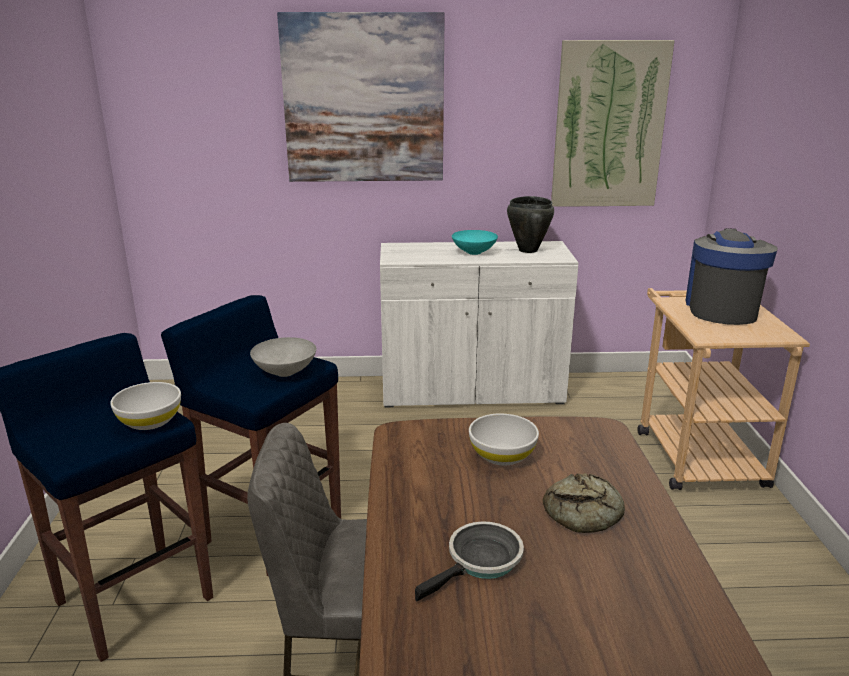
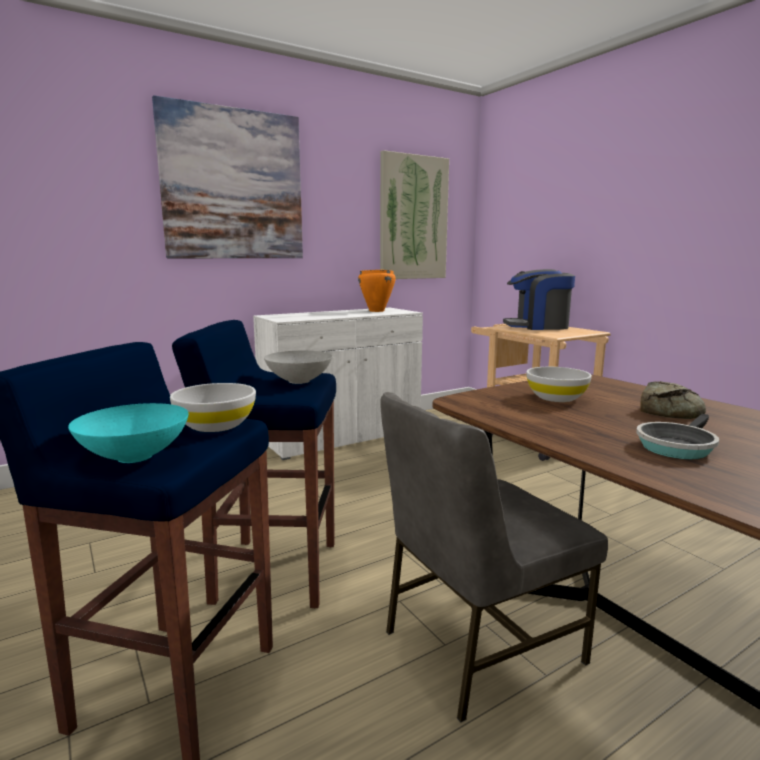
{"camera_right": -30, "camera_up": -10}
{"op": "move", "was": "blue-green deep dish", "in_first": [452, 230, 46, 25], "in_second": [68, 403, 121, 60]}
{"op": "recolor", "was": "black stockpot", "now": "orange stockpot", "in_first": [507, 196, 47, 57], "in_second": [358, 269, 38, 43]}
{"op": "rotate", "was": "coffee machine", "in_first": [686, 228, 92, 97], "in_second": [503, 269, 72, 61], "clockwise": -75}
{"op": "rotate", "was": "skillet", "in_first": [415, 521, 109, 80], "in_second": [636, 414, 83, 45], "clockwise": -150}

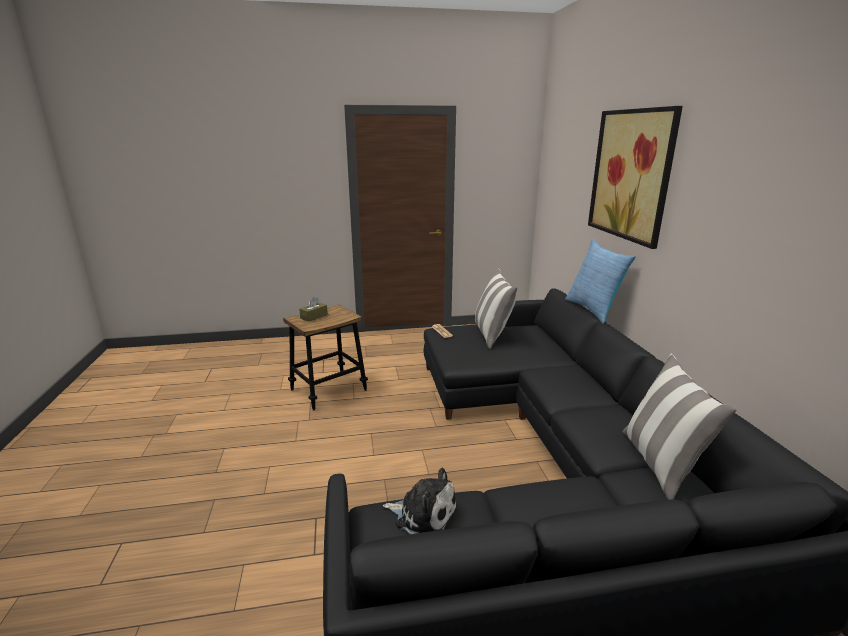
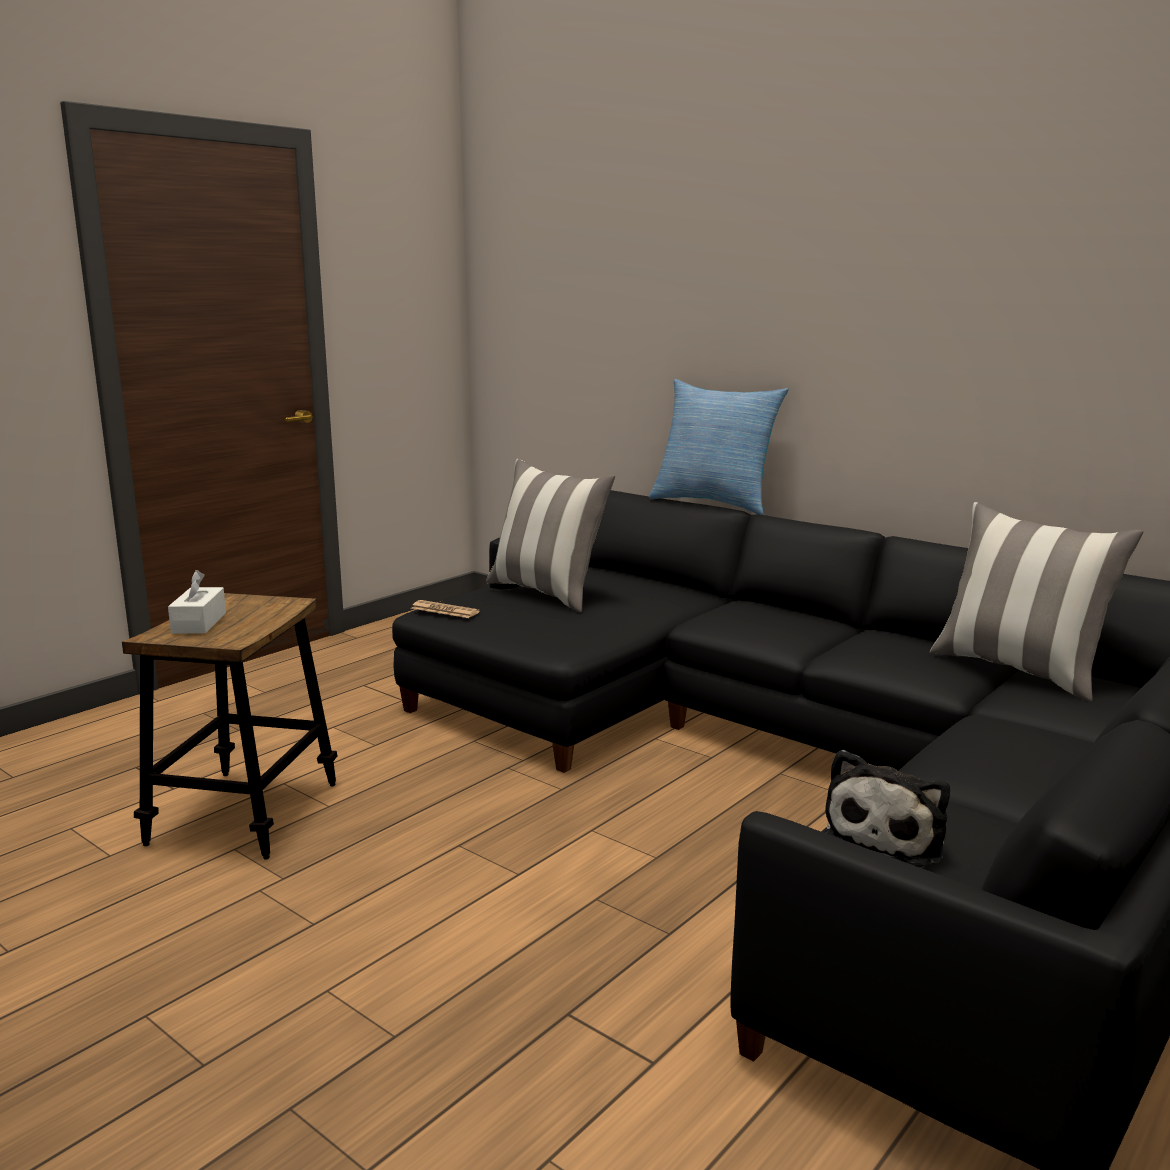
{"camera_right": -40, "camera_up": -5}
{"op": "recolor", "was": "brownish box of tissues", "now": "white box of tissues", "in_first": [299, 297, 29, 25], "in_second": [168, 570, 58, 64]}
{"op": "rotate", "was": "soft toy", "in_first": [383, 468, 75, 66], "in_second": [824, 750, 126, 117], "clockwise": 135}
{"op": "delete", "was": "wall picture", "in_first": [588, 106, 95, 143]}

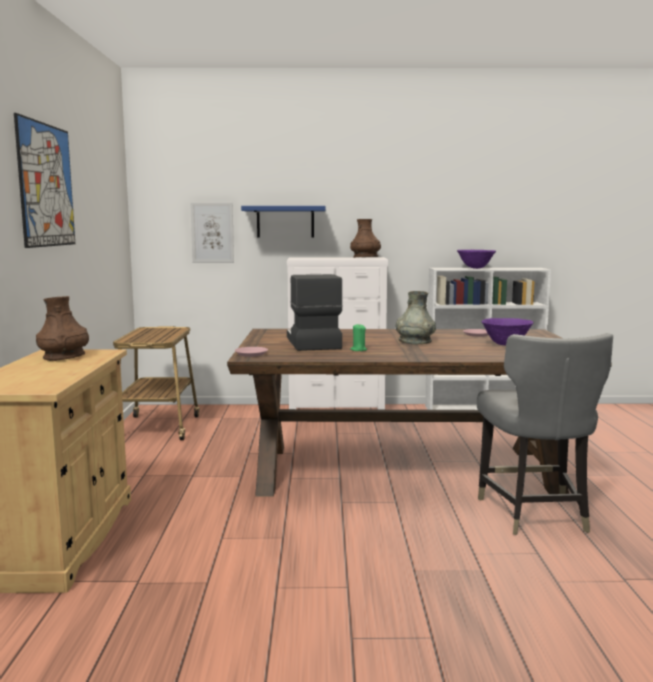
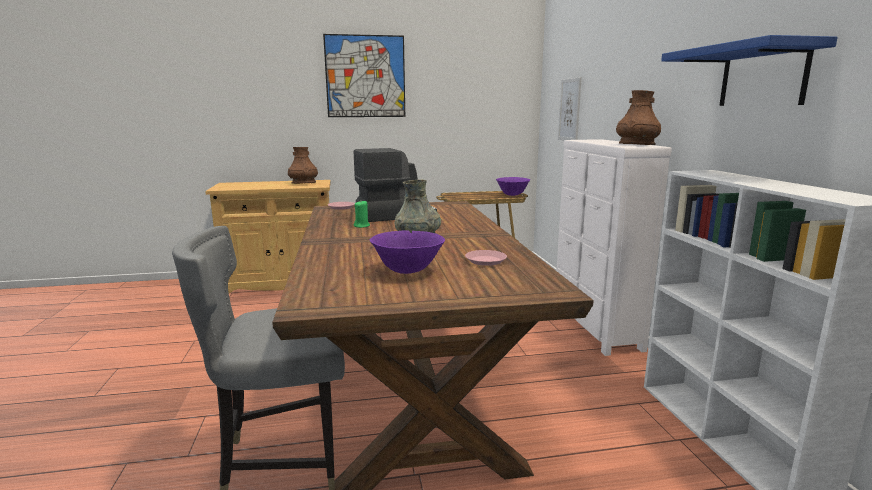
{"camera_right": 80, "camera_up": 5}
{"op": "move", "was": "purple-coloured deep dish", "in_first": [457, 250, 39, 19], "in_second": [496, 177, 34, 19]}
{"op": "move", "was": "bluish bracket shelf", "in_first": [241, 206, 85, 31], "in_second": [661, 35, 177, 71]}

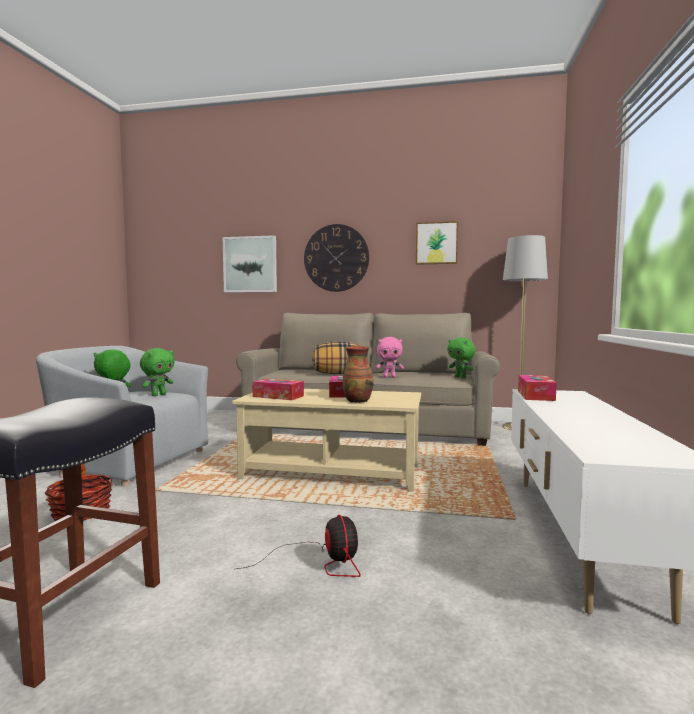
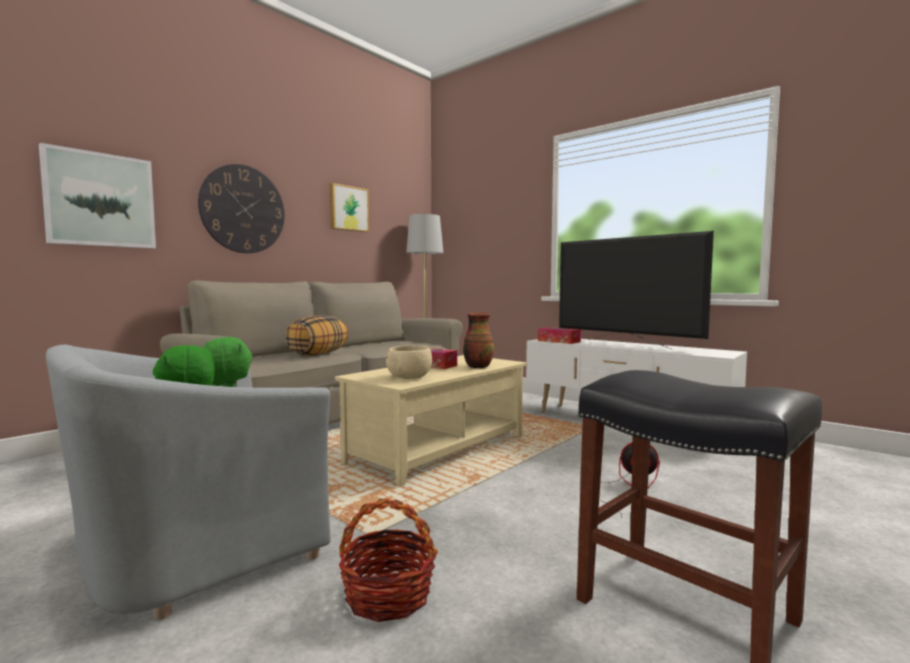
{"camera_right": -60, "camera_up": 0}
{"op": "replace", "was": "box of tissues", "now": "beige deep dish", "in_first": [252, 379, 52, 21], "in_second": [386, 346, 46, 33]}
{"op": "insert", "now": "TV", "in_second": [559, 231, 155, 118]}
{"op": "delete", "was": "pinkish soft toy", "in_first": [375, 337, 29, 41]}
{"op": "delete", "was": "green-coloured soft toy", "in_first": [447, 337, 29, 41]}

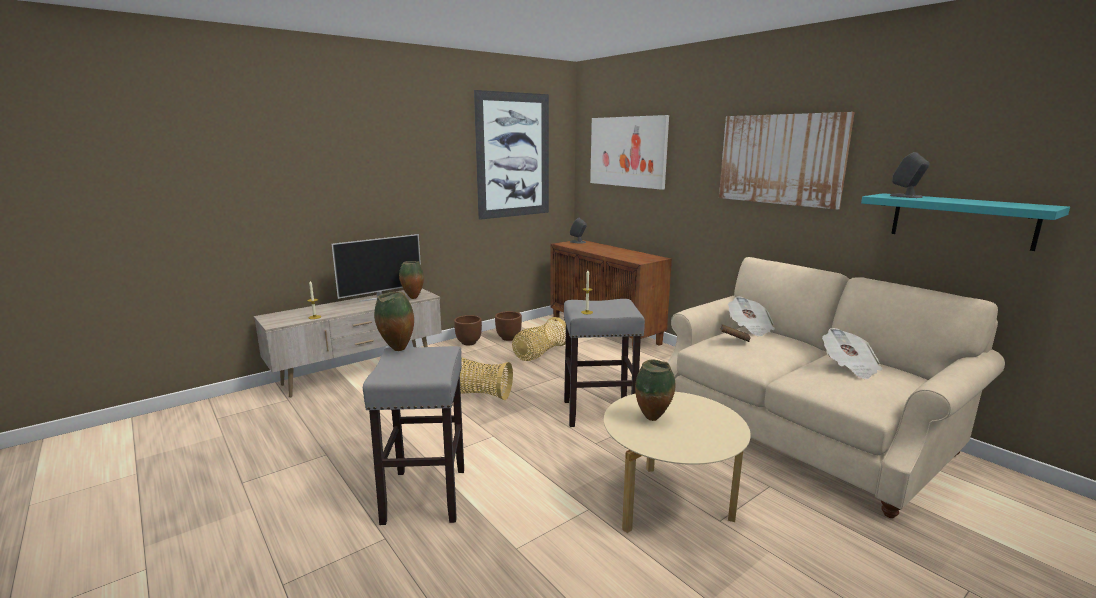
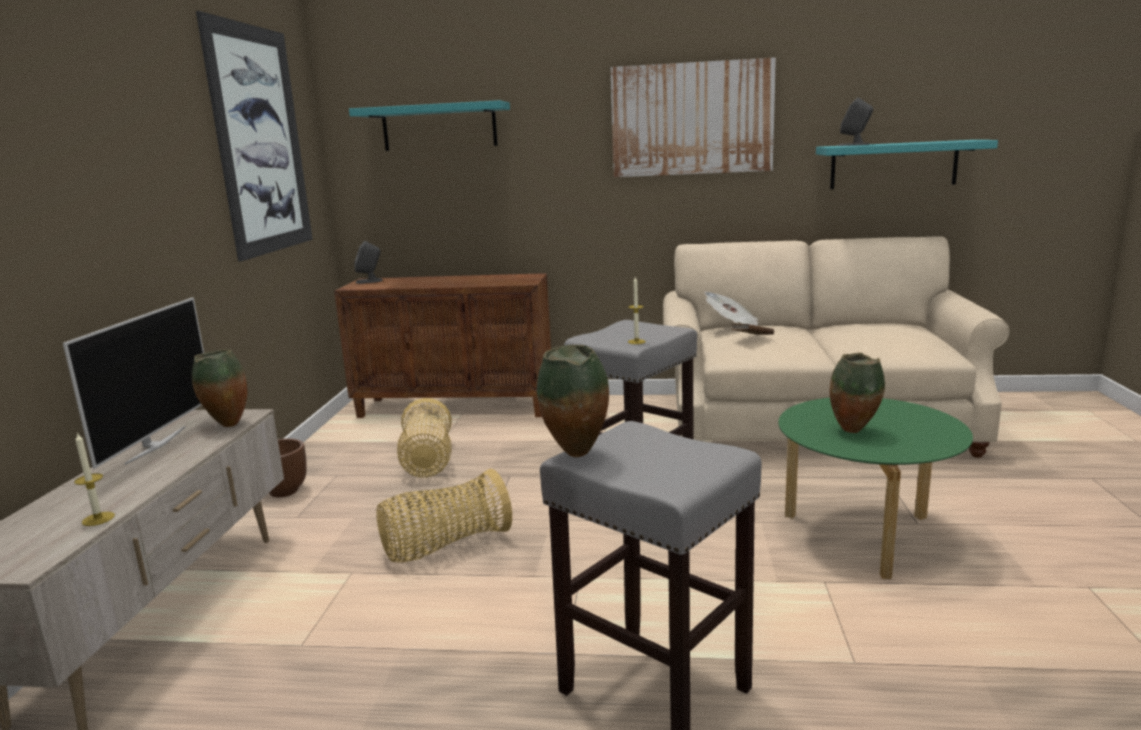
{"camera_right": -45, "camera_up": 0}
{"op": "replace", "was": "wall picture", "now": "blue-green bracket shelf", "in_first": [590, 115, 79, 75], "in_second": [349, 100, 161, 51]}
{"op": "recolor", "was": "beige low table", "now": "green-coloured low table", "in_first": [604, 392, 147, 141], "in_second": [778, 398, 195, 181]}
{"op": "delete", "was": "brownish flower pot", "in_first": [495, 311, 27, 30]}
{"op": "delete", "was": "newspaper", "in_first": [822, 328, 60, 51]}

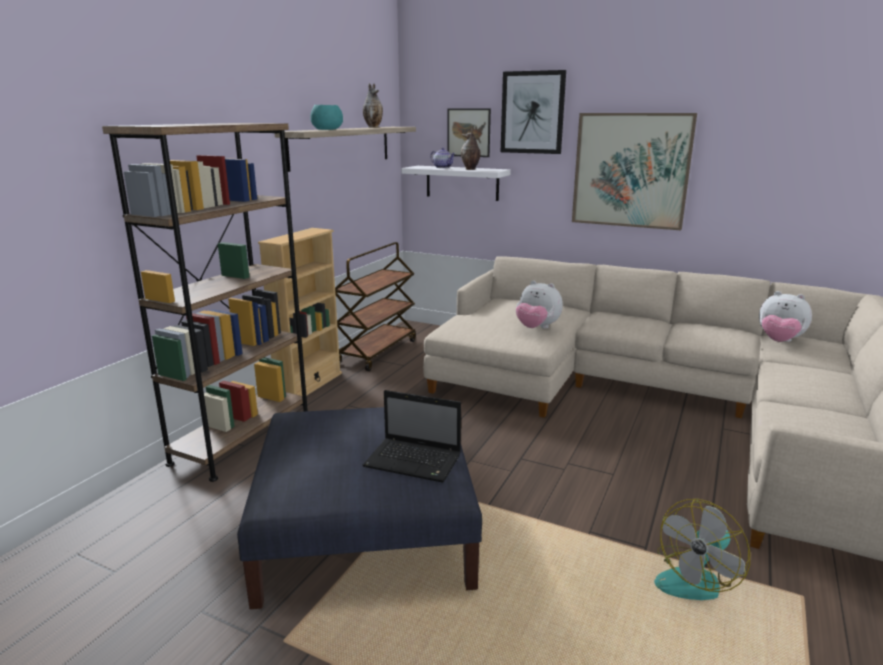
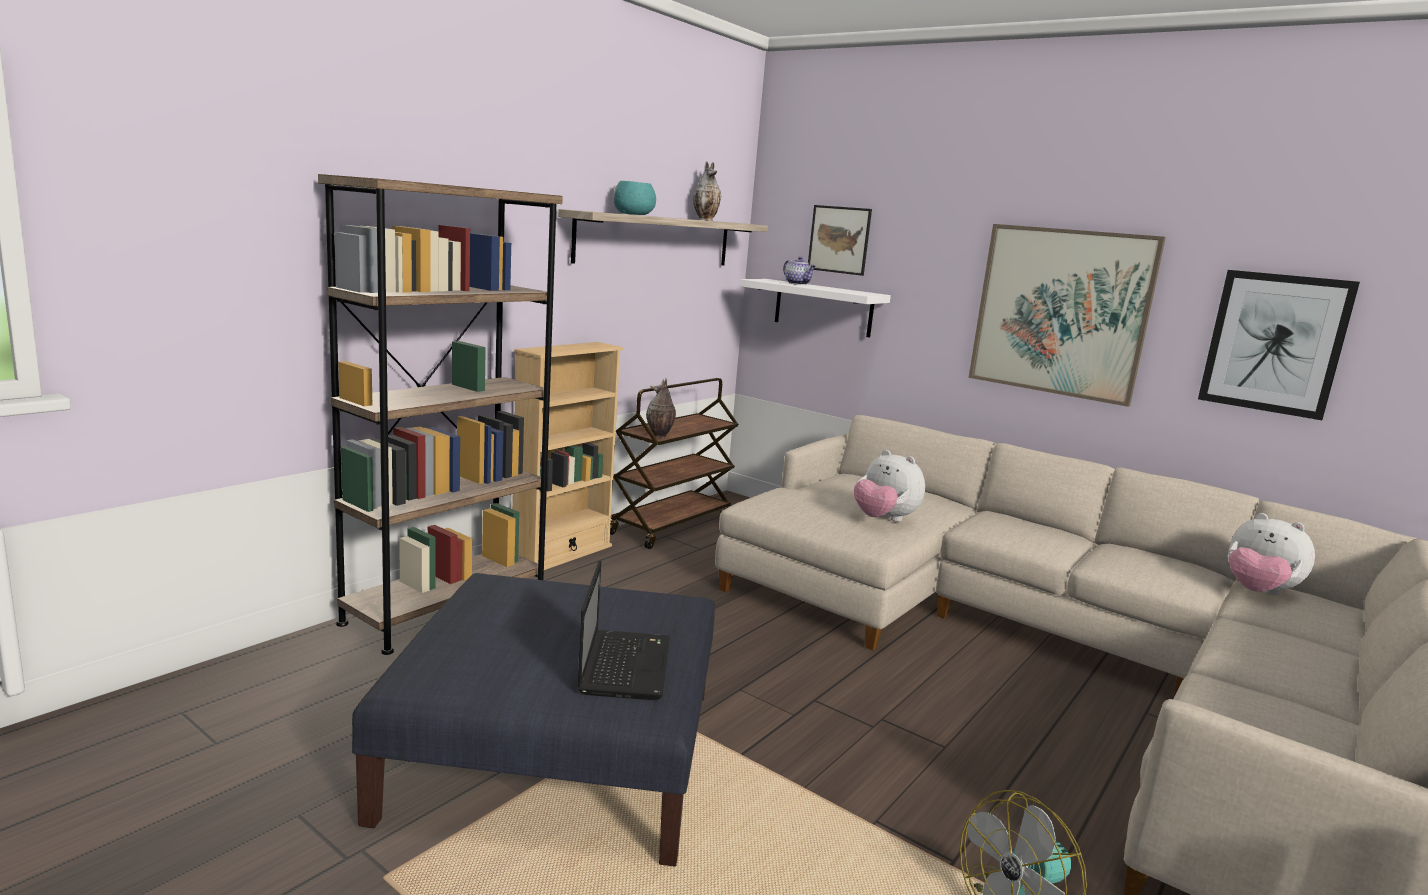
{"camera_right": 10, "camera_up": -5}
{"op": "rotate", "was": "laptop", "in_first": [363, 390, 98, 93], "in_second": [578, 560, 92, 140], "clockwise": -120}
{"op": "move", "was": "decorative vase", "in_first": [461, 128, 20, 42], "in_second": [647, 378, 29, 60]}
{"op": "move", "was": "wall picture", "in_first": [501, 70, 65, 84], "in_second": [1198, 270, 162, 150]}

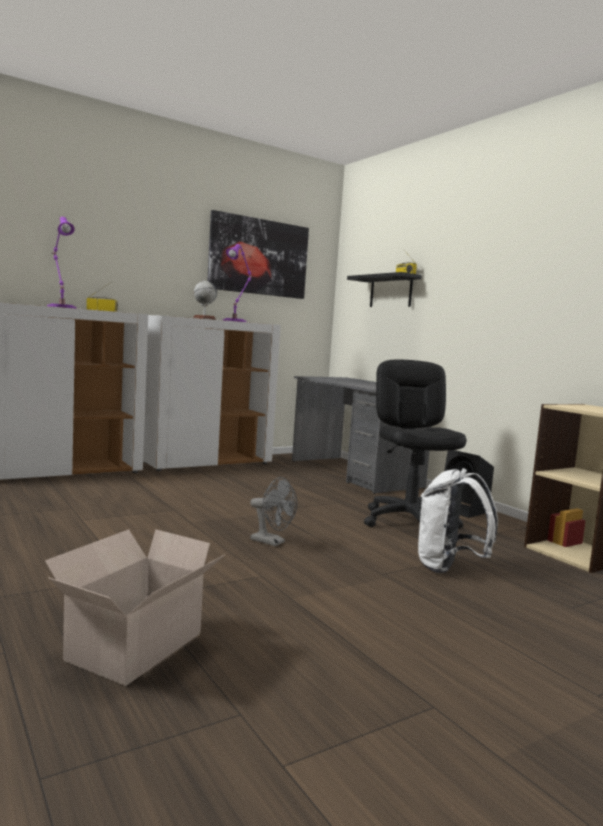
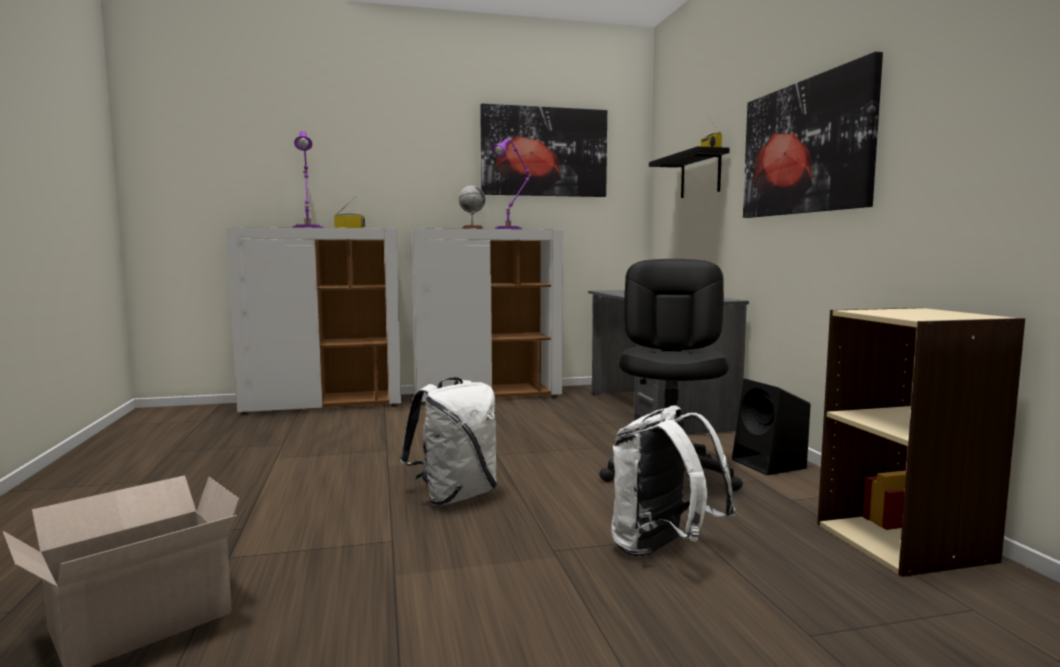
{"camera_right": 20, "camera_up": 0}
{"op": "replace", "was": "grey fan", "now": "white backpack", "in_first": [250, 477, 47, 70], "in_second": [400, 377, 97, 129]}
{"op": "insert", "now": "wall picture", "in_second": [743, 52, 140, 166]}

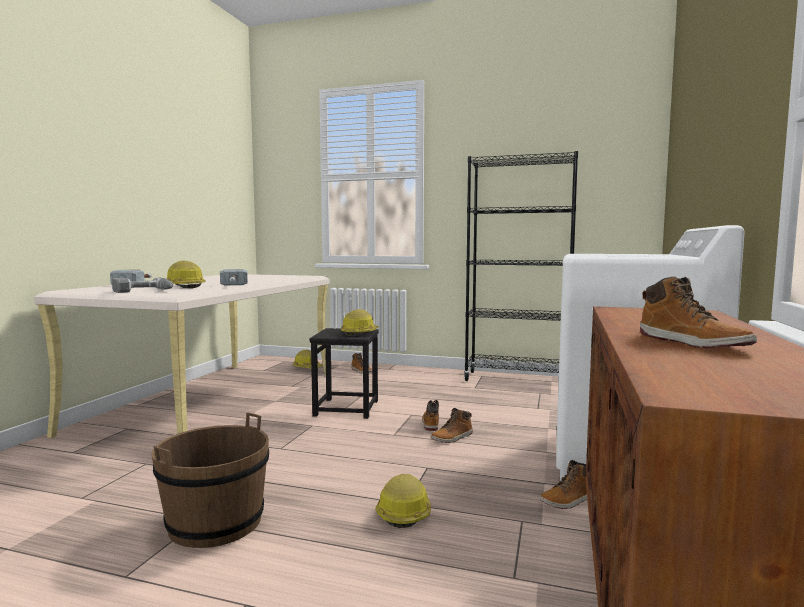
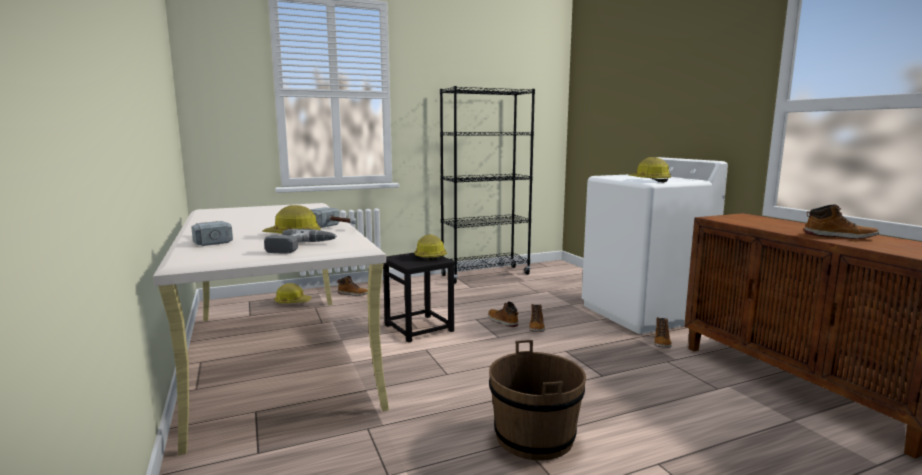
{"camera_right": -40, "camera_up": 5}
{"op": "move", "was": "hard hat", "in_first": [375, 474, 56, 54], "in_second": [629, 157, 42, 25]}

